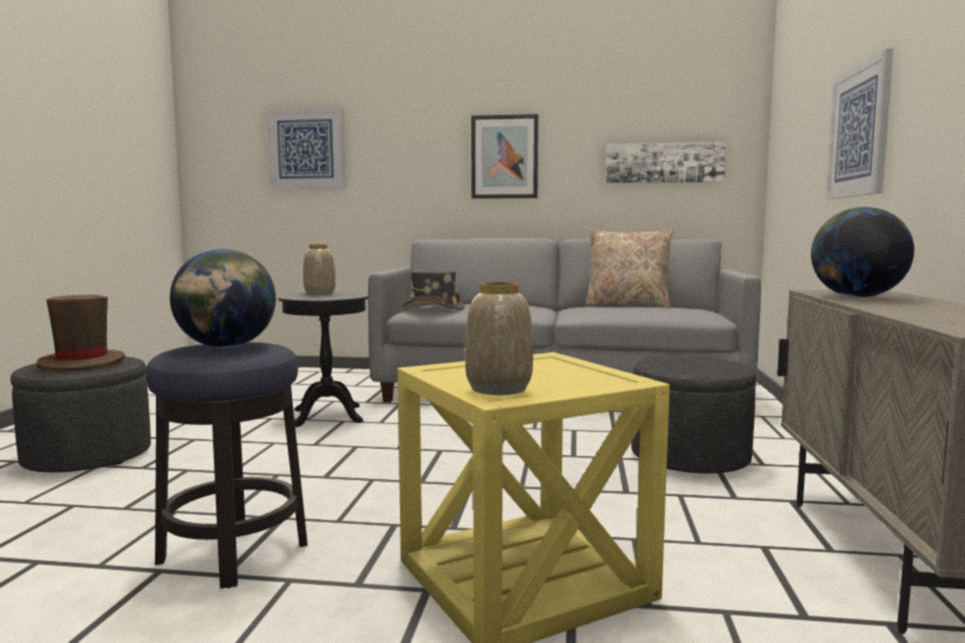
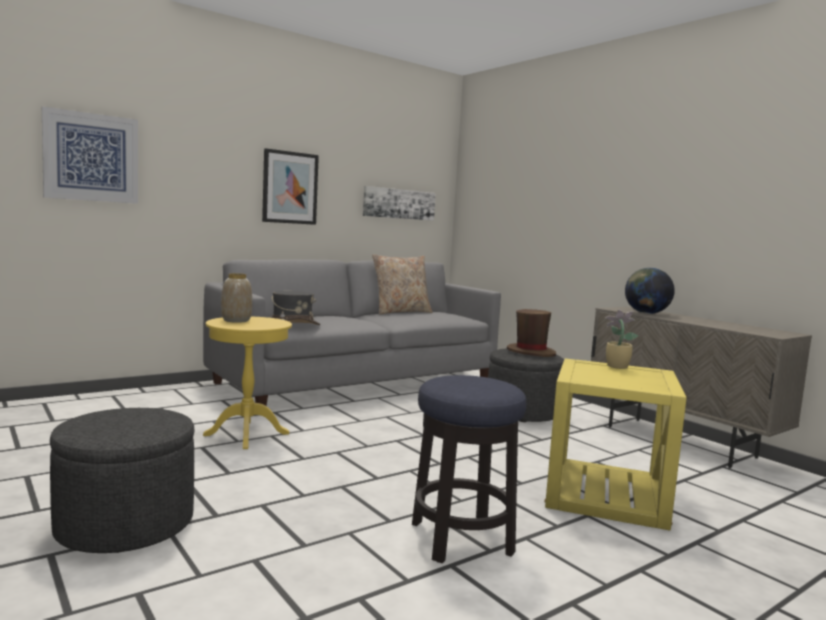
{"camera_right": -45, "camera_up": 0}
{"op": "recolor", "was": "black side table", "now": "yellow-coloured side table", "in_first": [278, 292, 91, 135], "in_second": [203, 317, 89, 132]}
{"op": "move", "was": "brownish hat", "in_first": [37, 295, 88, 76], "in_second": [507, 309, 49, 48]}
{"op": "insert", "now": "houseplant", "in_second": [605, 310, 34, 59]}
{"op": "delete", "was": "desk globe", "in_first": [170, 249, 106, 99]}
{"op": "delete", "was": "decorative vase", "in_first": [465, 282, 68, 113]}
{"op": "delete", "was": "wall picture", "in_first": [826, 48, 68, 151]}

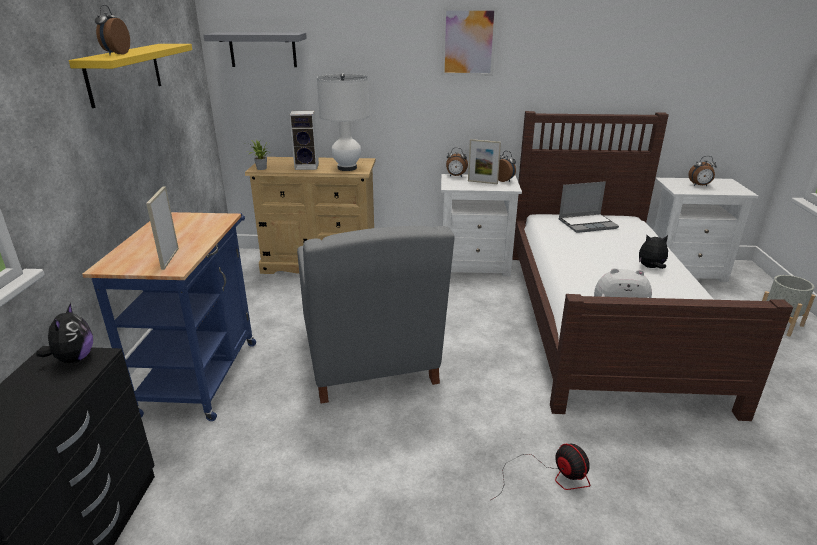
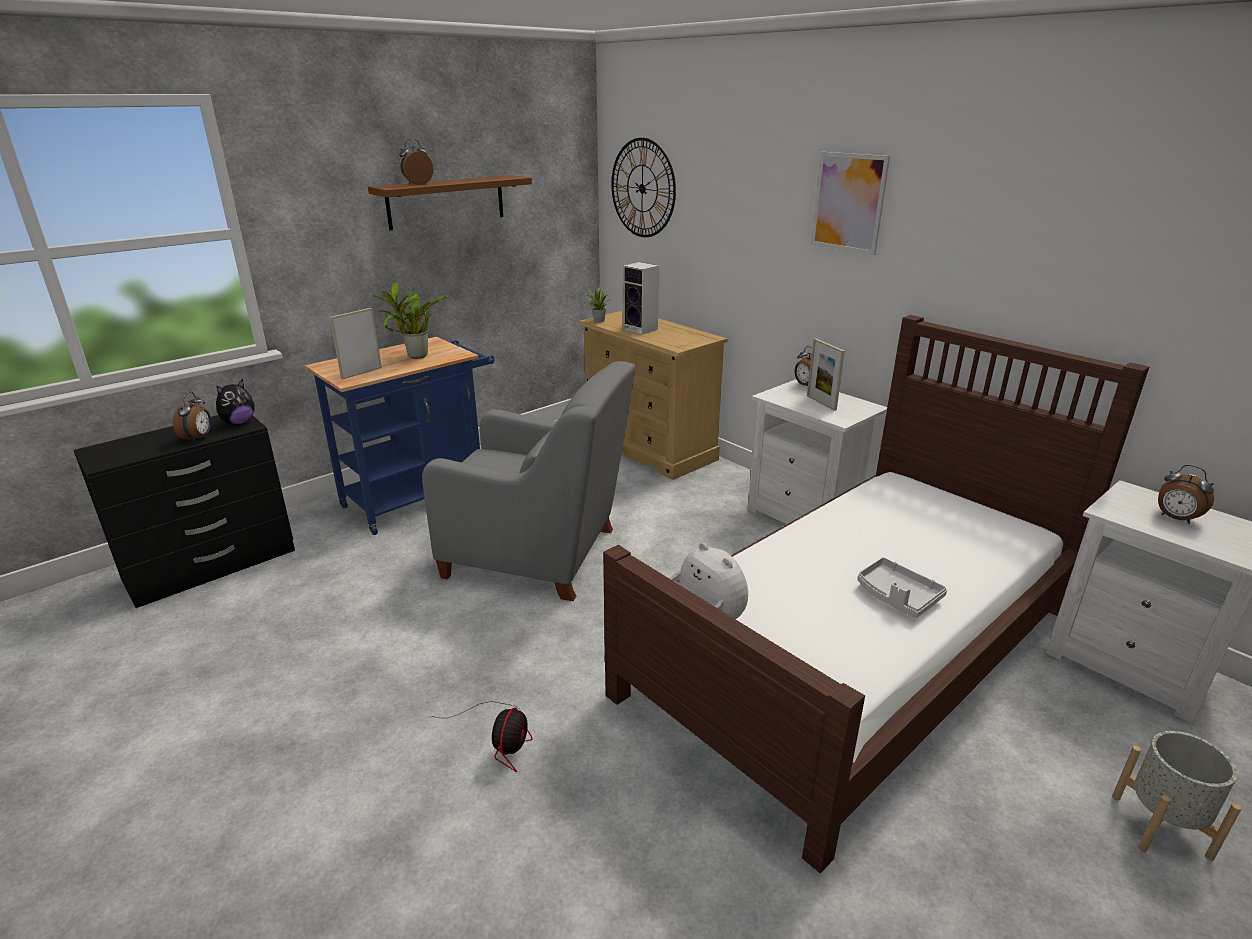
{"camera_right": 45, "camera_up": 0}
{"op": "move", "was": "bedside clock", "in_first": [498, 151, 18, 31], "in_second": [173, 392, 38, 51]}
{"op": "recolor", "was": "yellow-coloured bracket shelf", "now": "brownish bracket shelf", "in_first": [69, 44, 123, 64], "in_second": [368, 175, 164, 55]}
{"op": "insert", "now": "houseplant", "in_second": [373, 282, 75, 77]}
{"op": "rotate", "was": "grey armchair", "in_first": [297, 226, 158, 178], "in_second": [422, 361, 214, 240], "clockwise": -105}
{"op": "replace", "was": "grey bracket shelf", "now": "wall clock", "in_first": [203, 32, 104, 35], "in_second": [611, 138, 65, 99]}
{"op": "replace", "was": "soft toy", "now": "grey carrying tray", "in_first": [639, 235, 29, 34], "in_second": [857, 557, 90, 61]}
{"op": "delete", "was": "white tabletop lamp", "in_first": [317, 73, 53, 98]}
{"op": "delete", "was": "laptop", "in_first": [558, 181, 61, 52]}

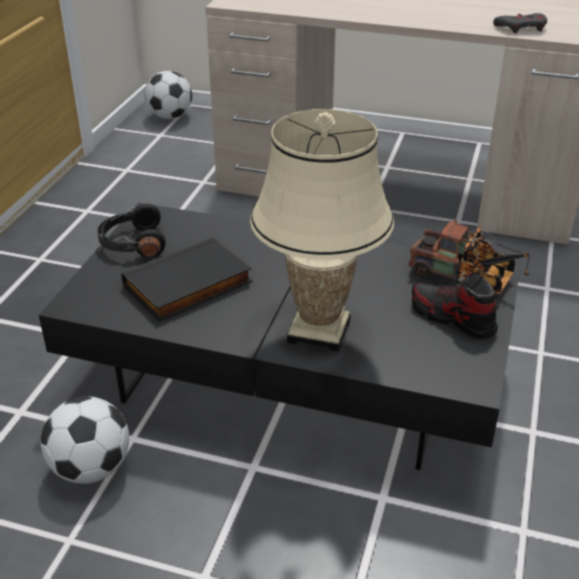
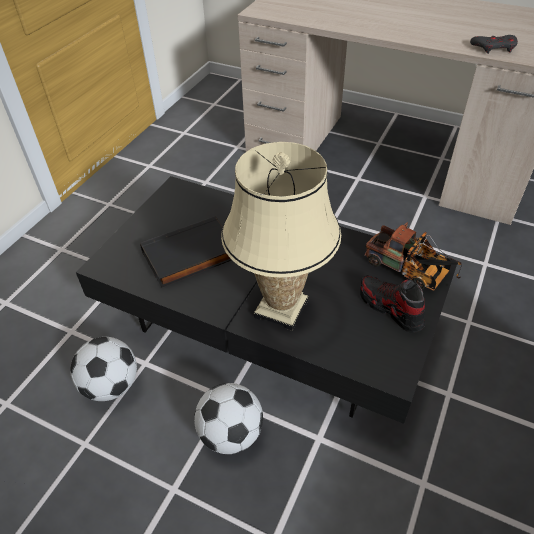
{"camera_right": 10, "camera_up": 10}
{"op": "move", "was": "football", "in_first": [145, 71, 47, 48], "in_second": [194, 383, 69, 71]}
{"op": "delete", "was": "black pair of headphones", "in_first": [97, 204, 69, 53]}

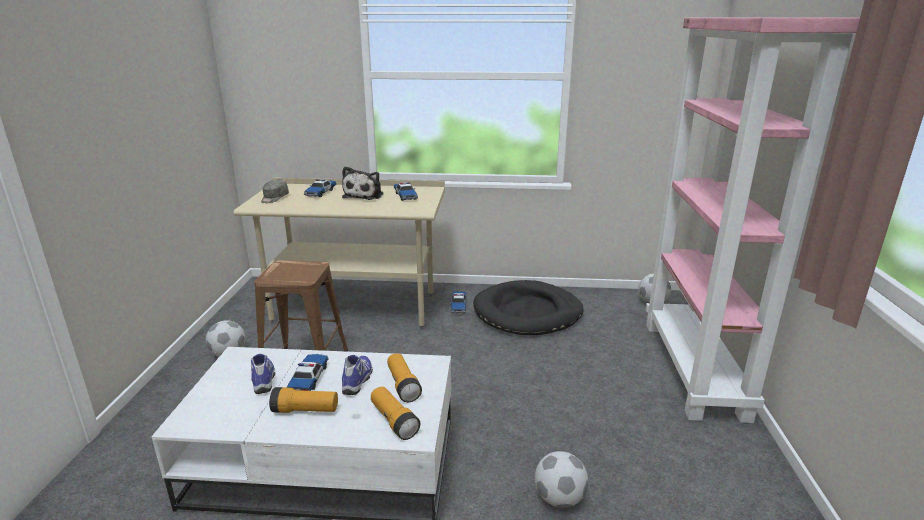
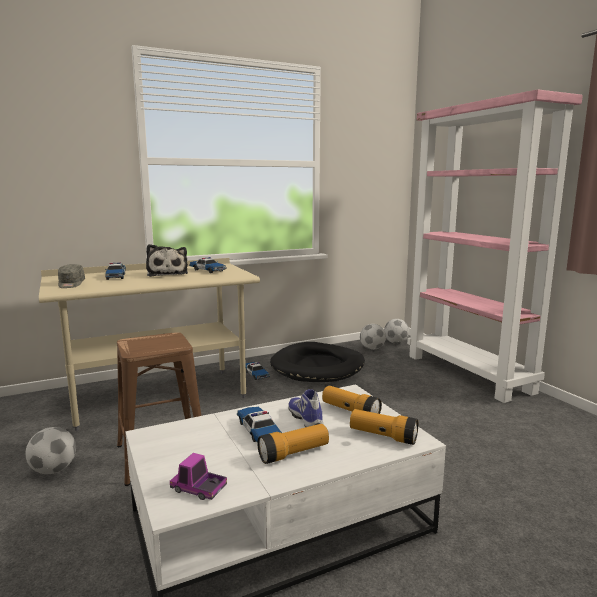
{"camera_right": -30, "camera_up": -10}
{"op": "insert", "now": "toy truck", "in_second": [170, 453, 57, 47]}
{"op": "move", "was": "football", "in_first": [535, 451, 53, 57], "in_second": [360, 324, 26, 26]}
{"op": "delete", "was": "shoe", "in_first": [251, 354, 24, 40]}

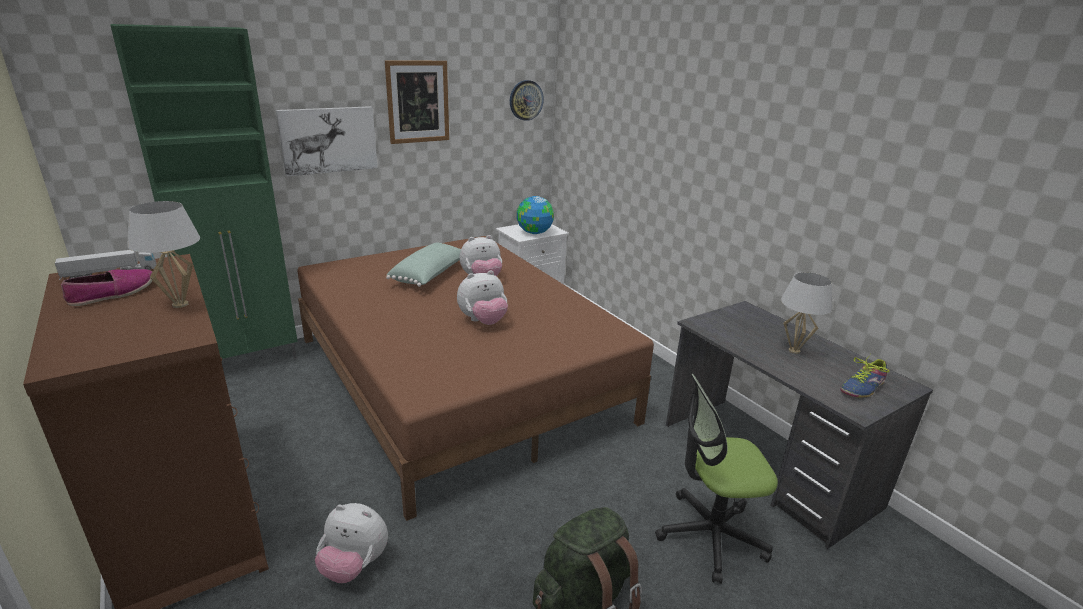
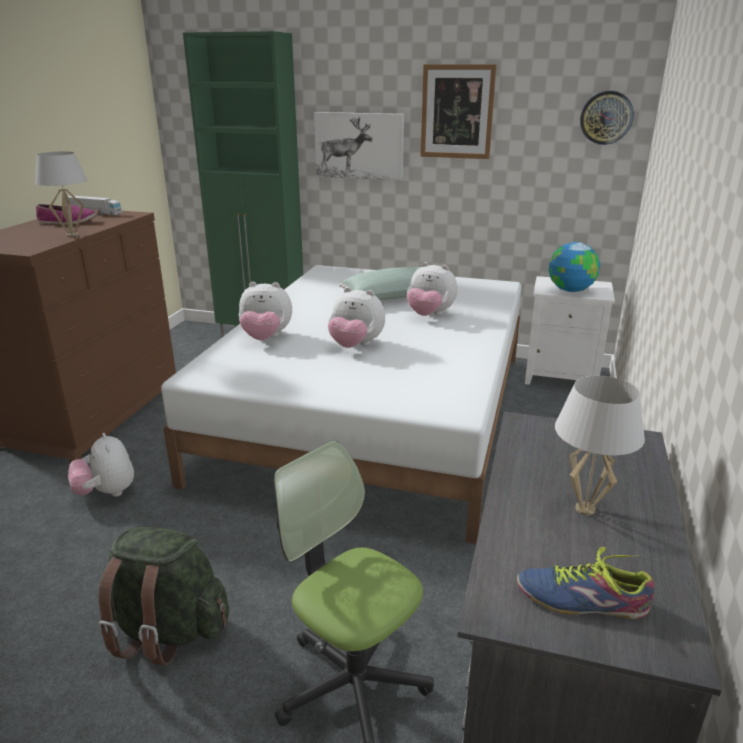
{"camera_right": 50, "camera_up": 0}
{"op": "recolor", "was": "brownish bedroom bed", "now": "white bedroom bed", "in_first": [297, 236, 357, 285], "in_second": [161, 265, 361, 279]}
{"op": "insert", "now": "soft toy", "in_second": [239, 282, 53, 58]}

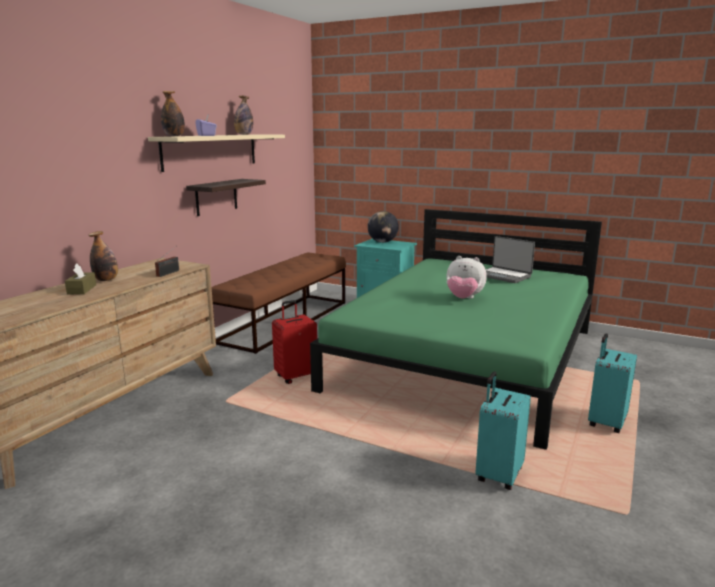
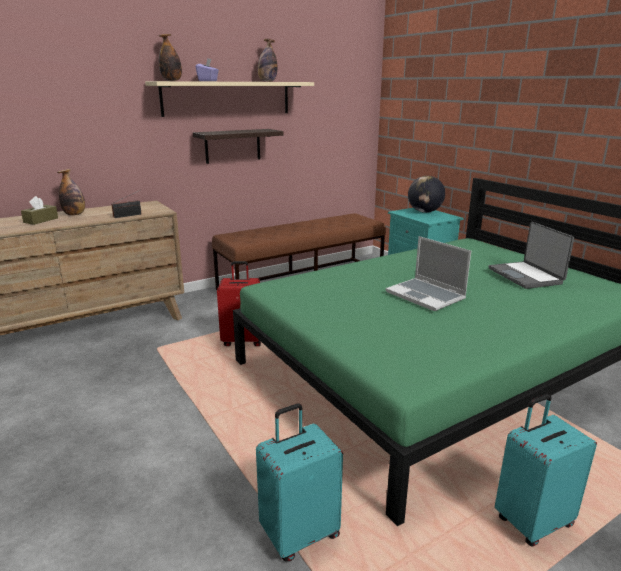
{"camera_right": 30, "camera_up": 5}
{"op": "replace", "was": "soft toy", "now": "laptop", "in_first": [446, 256, 41, 43], "in_second": [386, 236, 85, 75]}

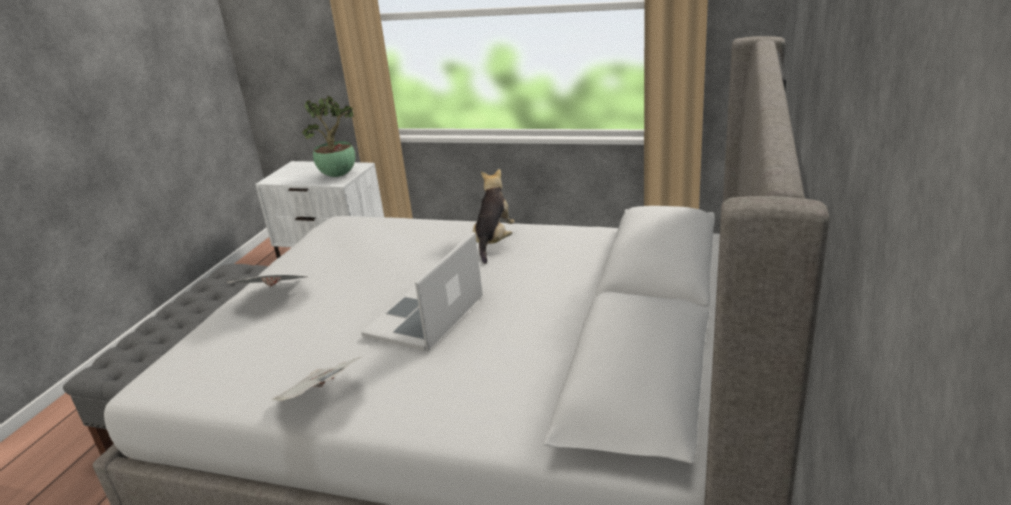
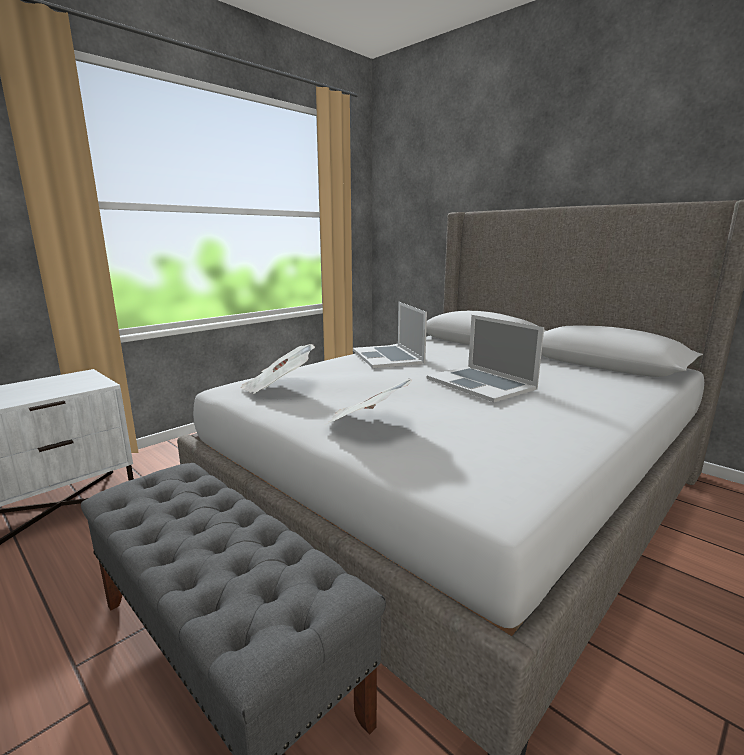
{"camera_right": -65, "camera_up": -10}
{"op": "move", "was": "newspaper", "in_first": [272, 357, 90, 44], "in_second": [241, 344, 74, 50]}
{"op": "replace", "was": "soft toy", "now": "laptop", "in_first": [473, 169, 42, 95], "in_second": [353, 302, 74, 66]}
{"op": "delete", "was": "houseplant", "in_first": [302, 96, 54, 81]}

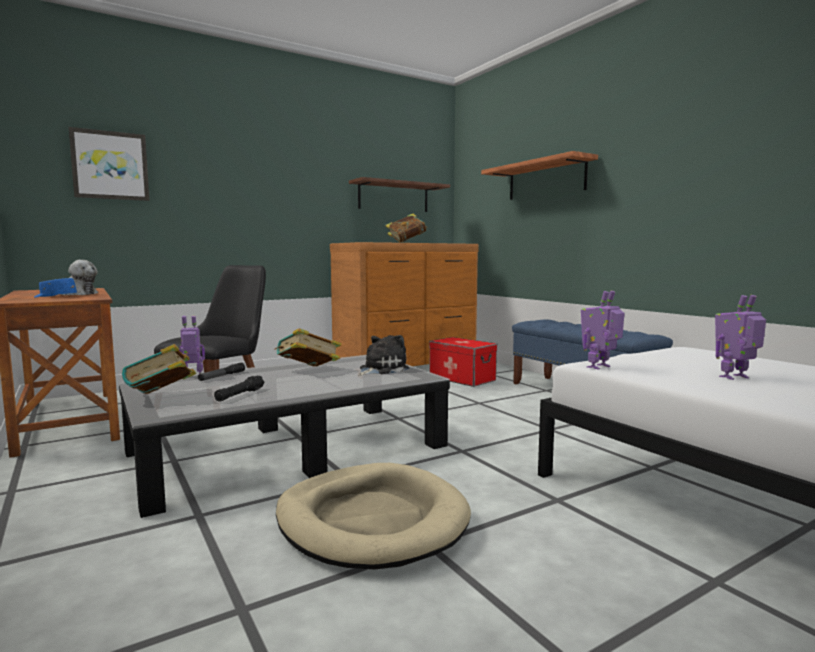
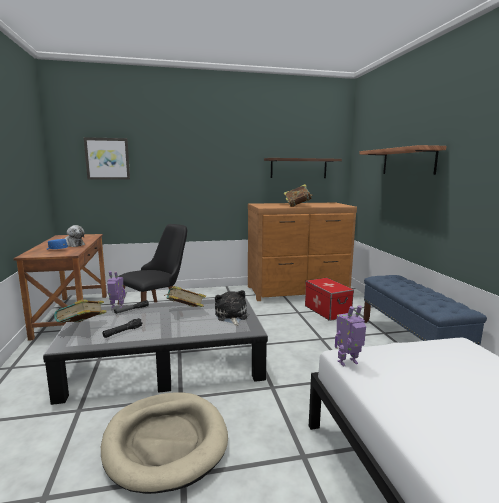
{"camera_right": 20, "camera_up": 5}
{"op": "rotate", "was": "soft toy", "in_first": [358, 335, 51, 41], "in_second": [215, 290, 32, 36], "clockwise": -75}
{"op": "delete", "was": "model robot", "in_first": [715, 295, 51, 85]}

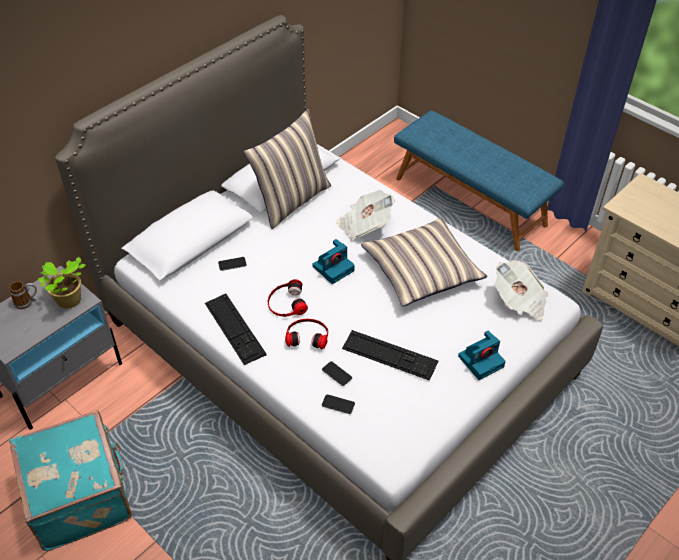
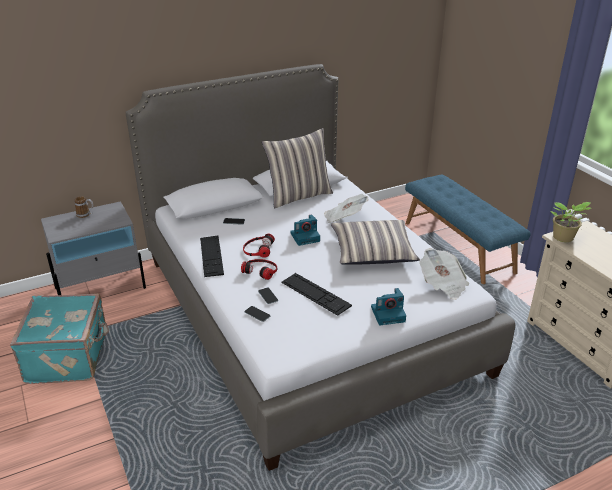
{"camera_right": 20, "camera_up": -15}
{"op": "move", "was": "houseplant", "in_first": [38, 257, 47, 51], "in_second": [550, 202, 41, 40]}

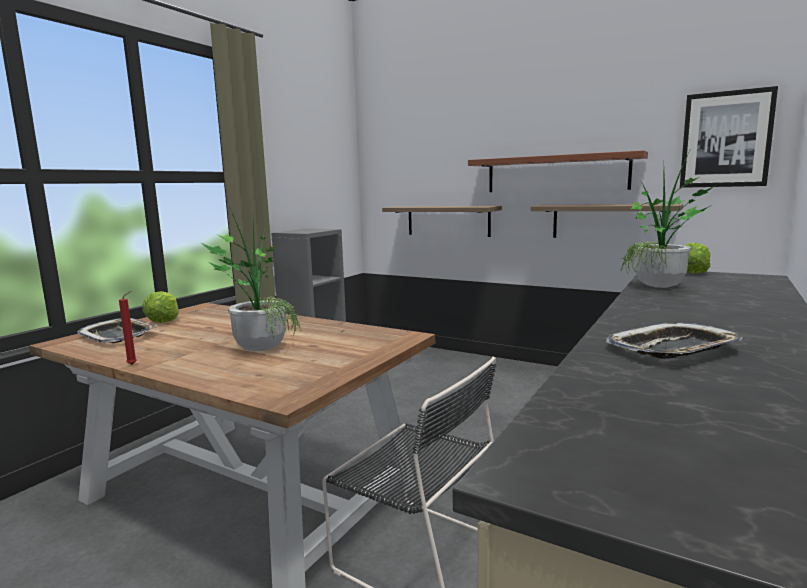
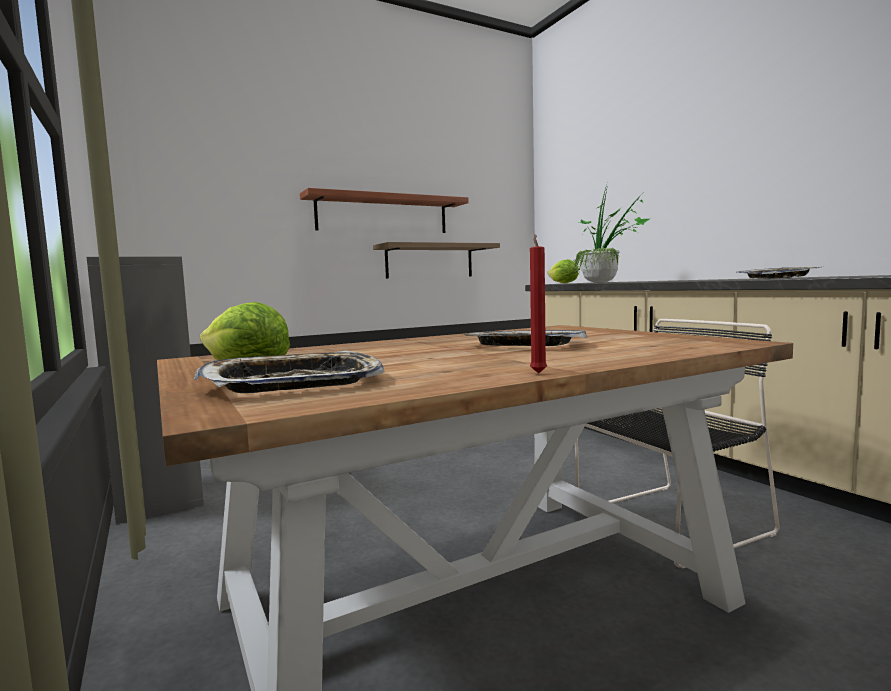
{"camera_right": -60, "camera_up": -5}
{"op": "replace", "was": "houseplant", "now": "carrying tray", "in_first": [200, 207, 101, 144], "in_second": [464, 330, 124, 16]}
{"op": "delete", "was": "bracket shelf", "in_first": [382, 206, 120, 31]}
{"op": "delete", "was": "wall picture", "in_first": [680, 86, 98, 102]}

